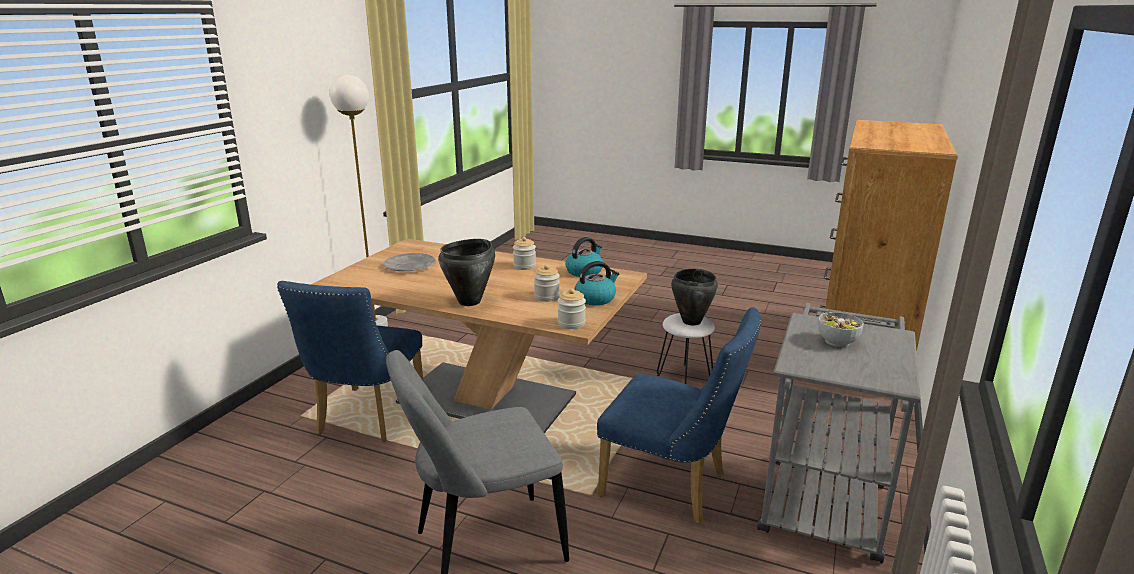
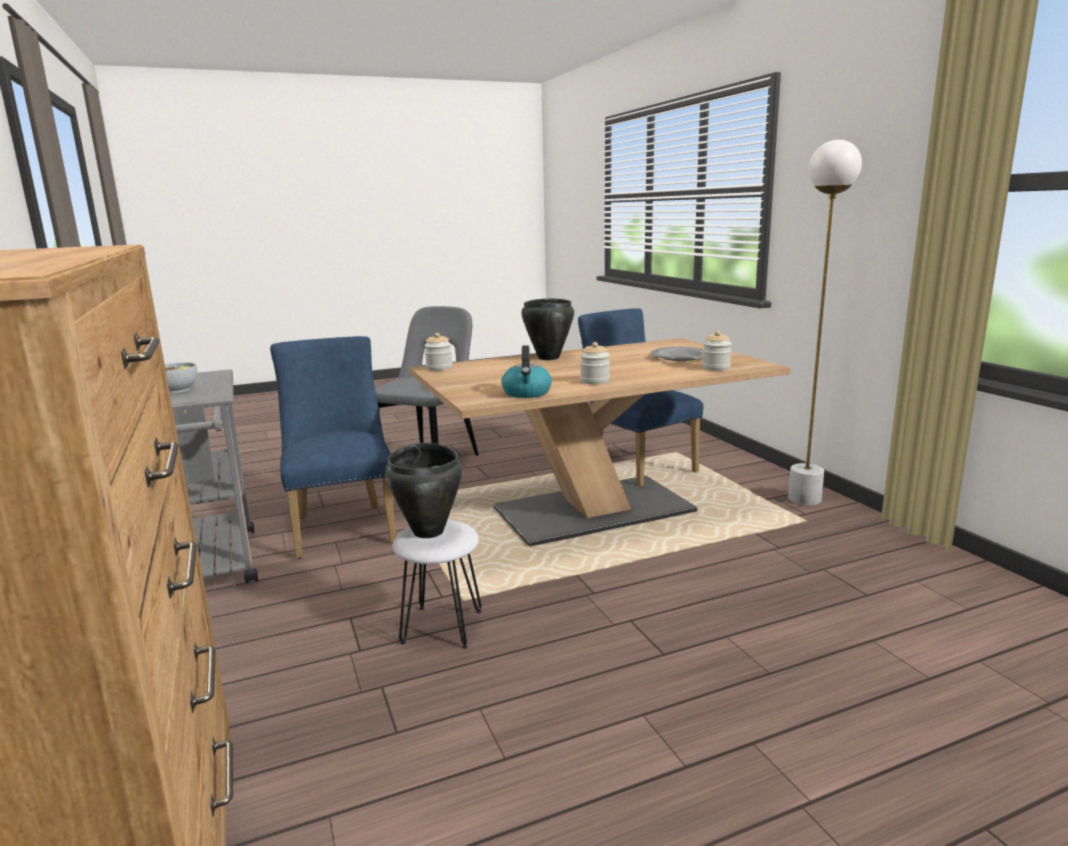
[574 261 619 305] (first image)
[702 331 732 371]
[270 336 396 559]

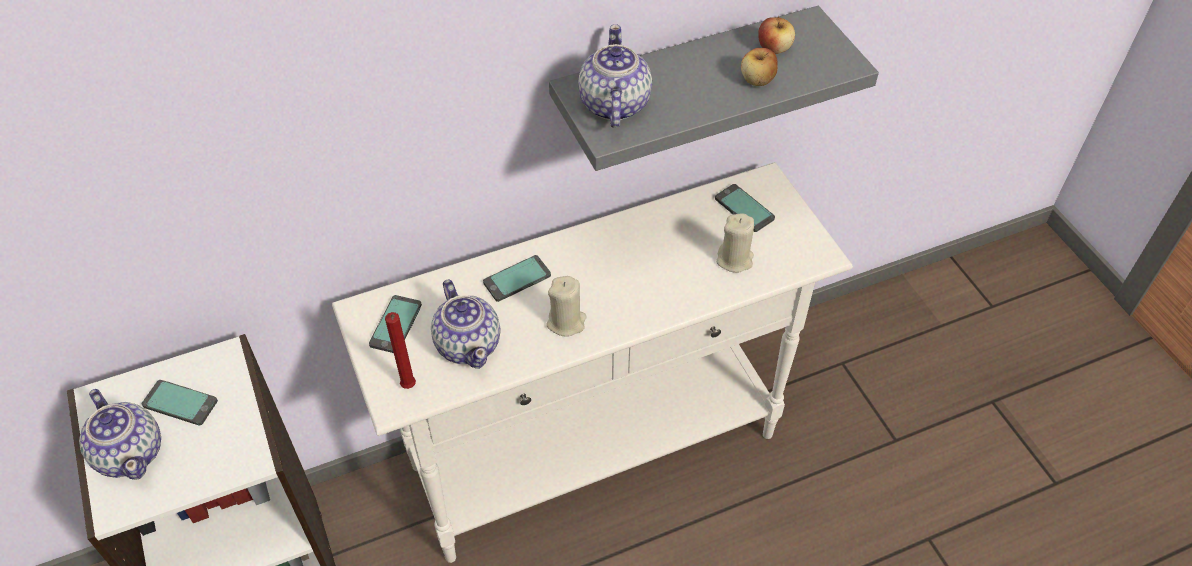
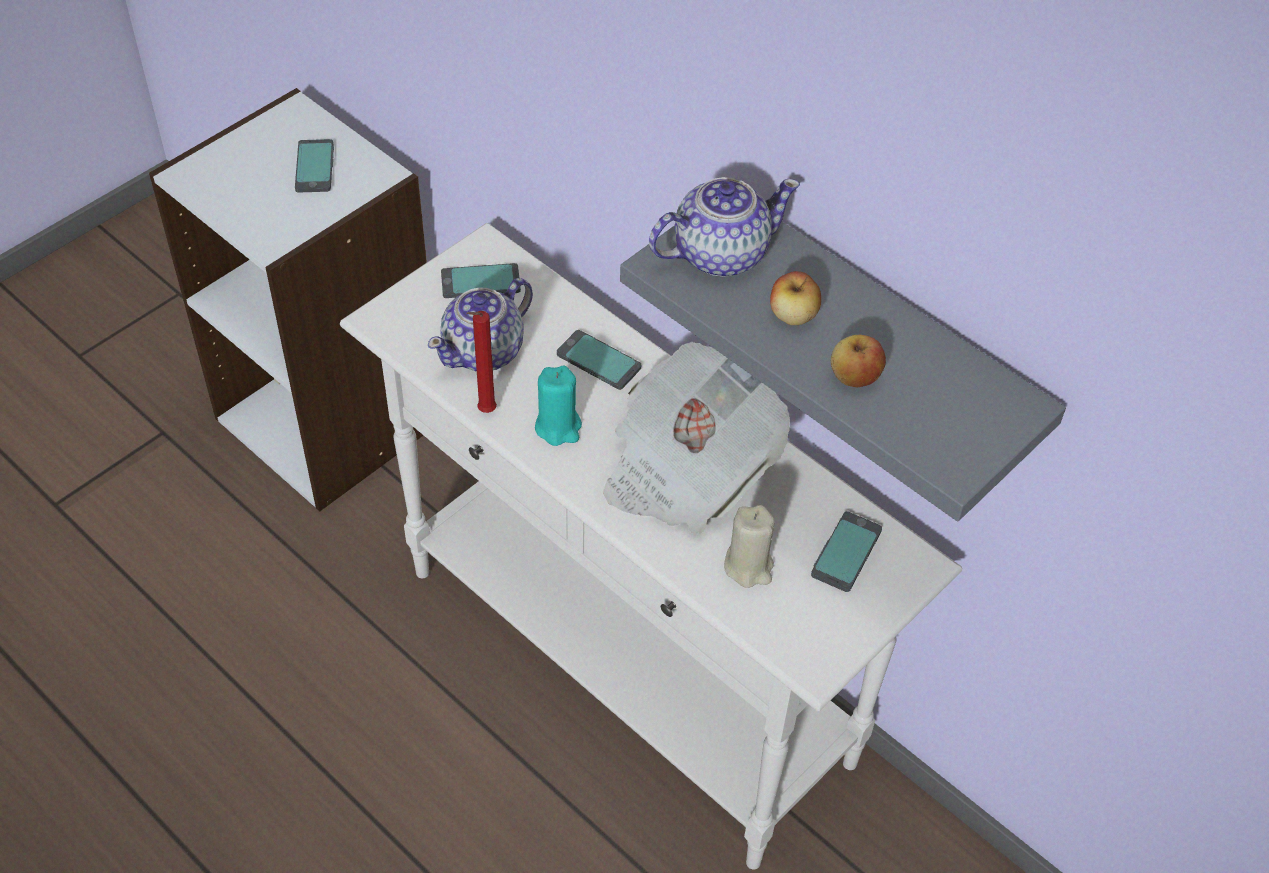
[79 389 161 480] (first image)
[603 342 790 533]
[466 311 497 413]
[770 271 821 325]
[535 365 582 446]

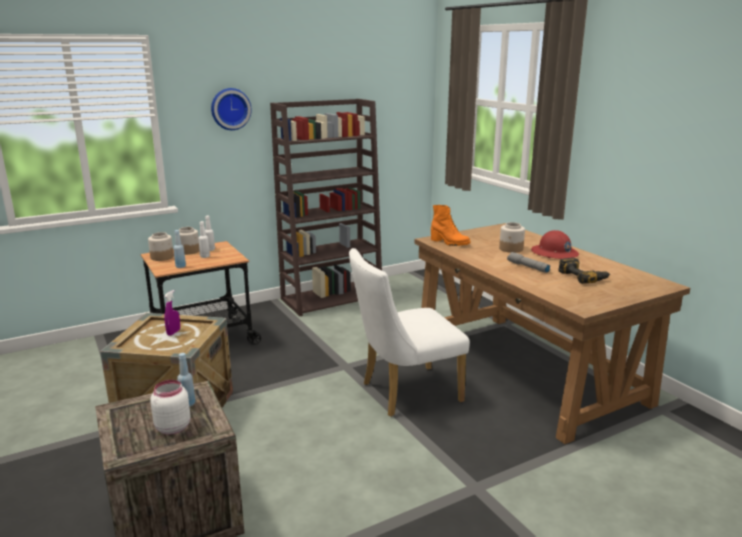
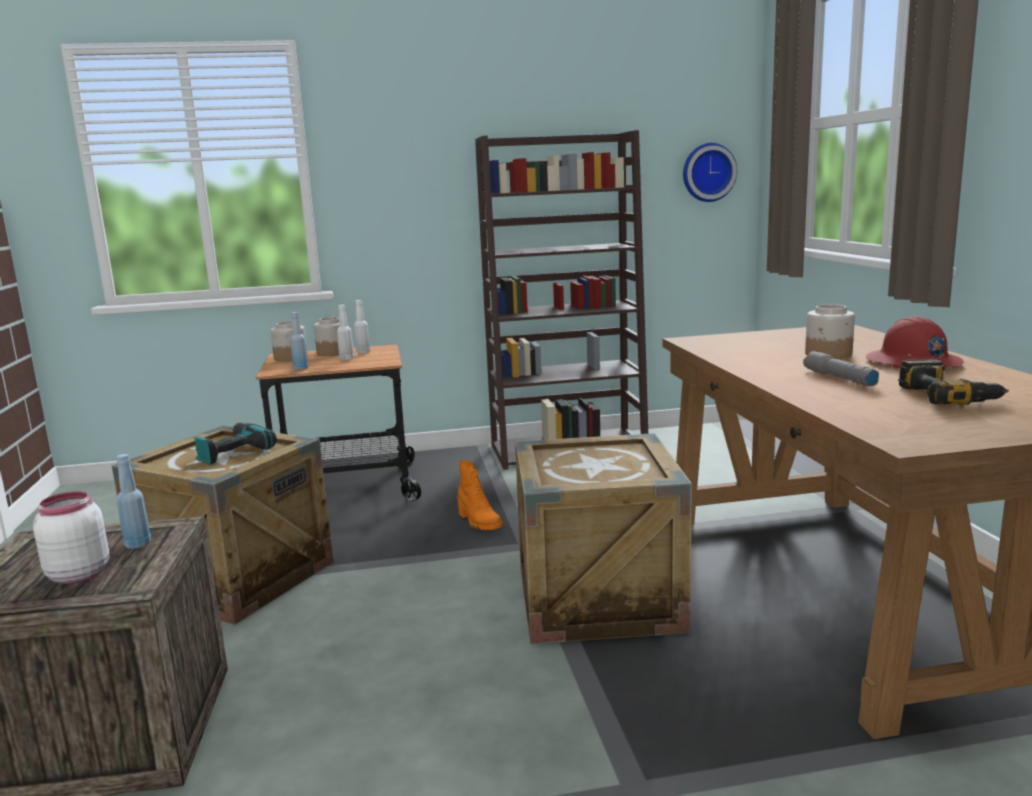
[683 143 737 202]
[458 461 502 530]
[193 423 277 465]
[515 433 692 644]

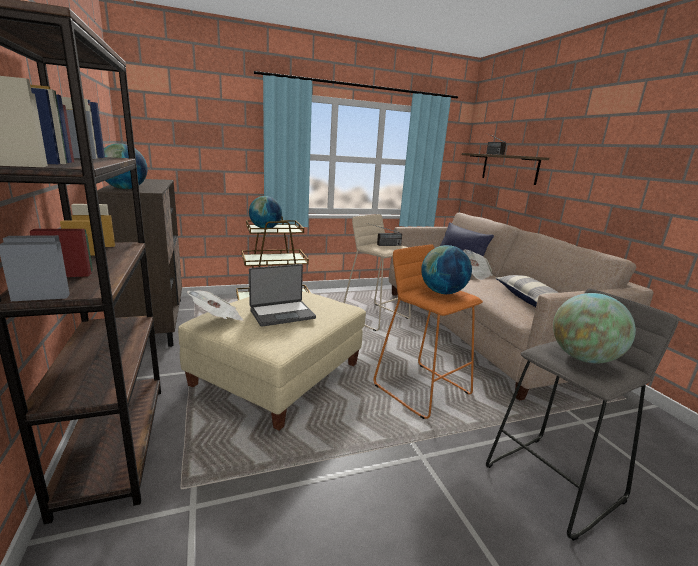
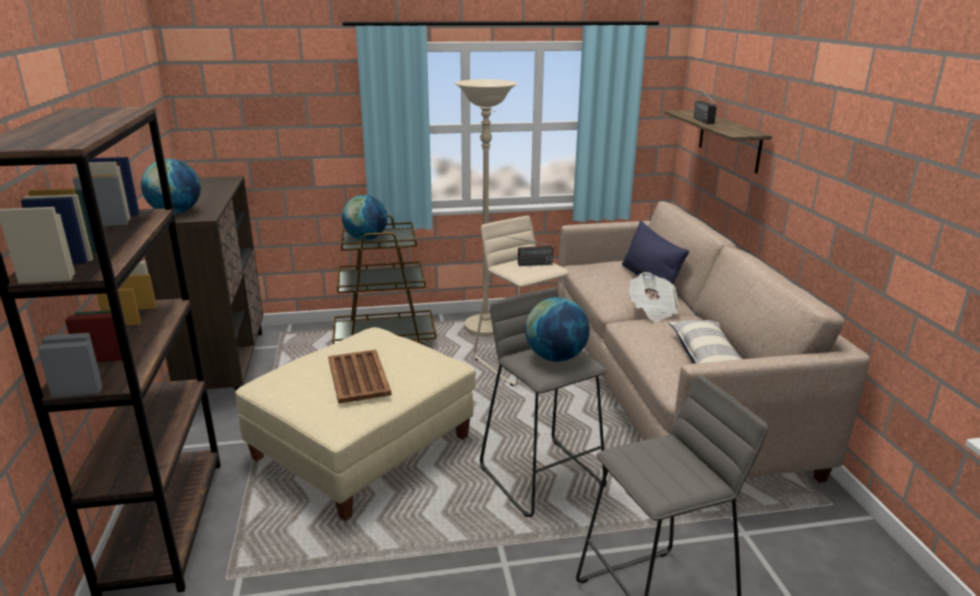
[187 290 243 321] (first image)
[553 293 636 364] (first image)
[455 79 517 336]
[328 350 391 404]
[480 287 607 517]

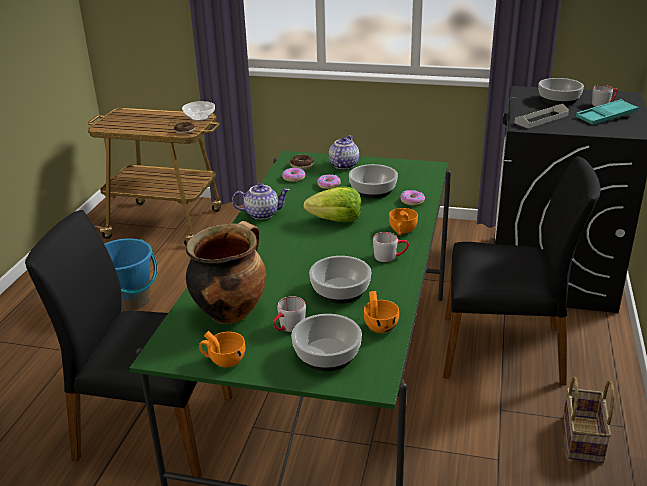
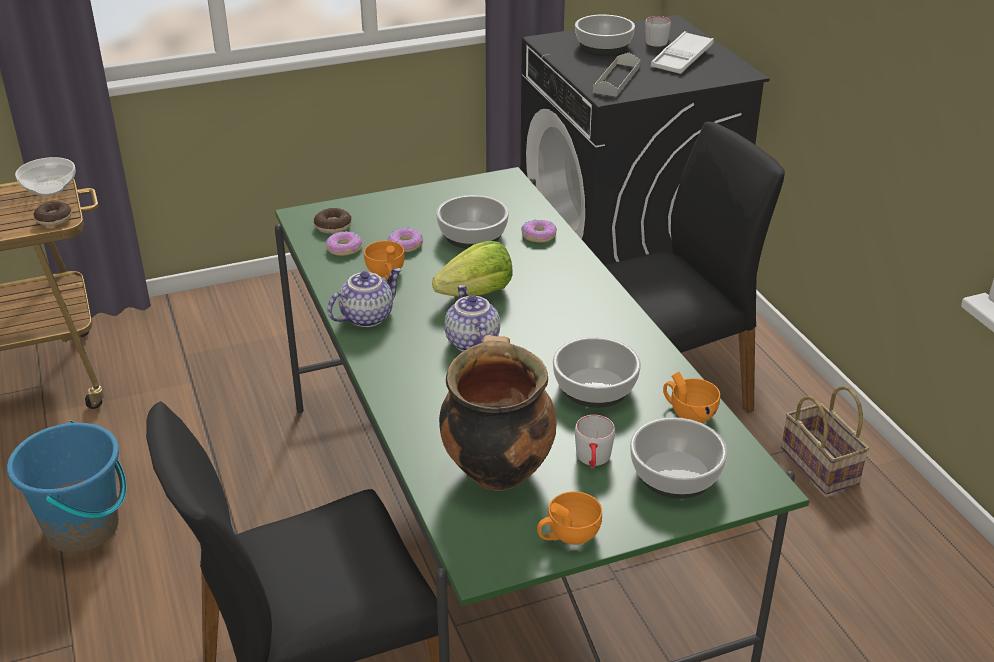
[373 232 409 262] (first image)
[444 285 500 351]
[364 241 405 280]
[651 31 714 74]

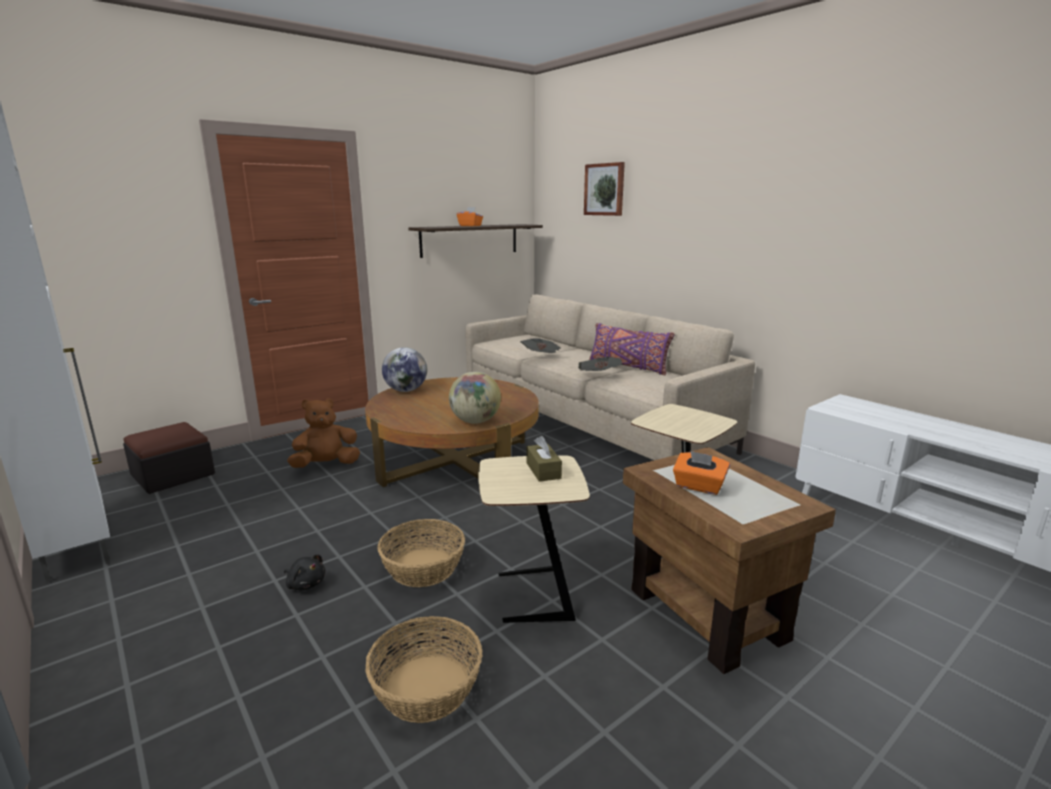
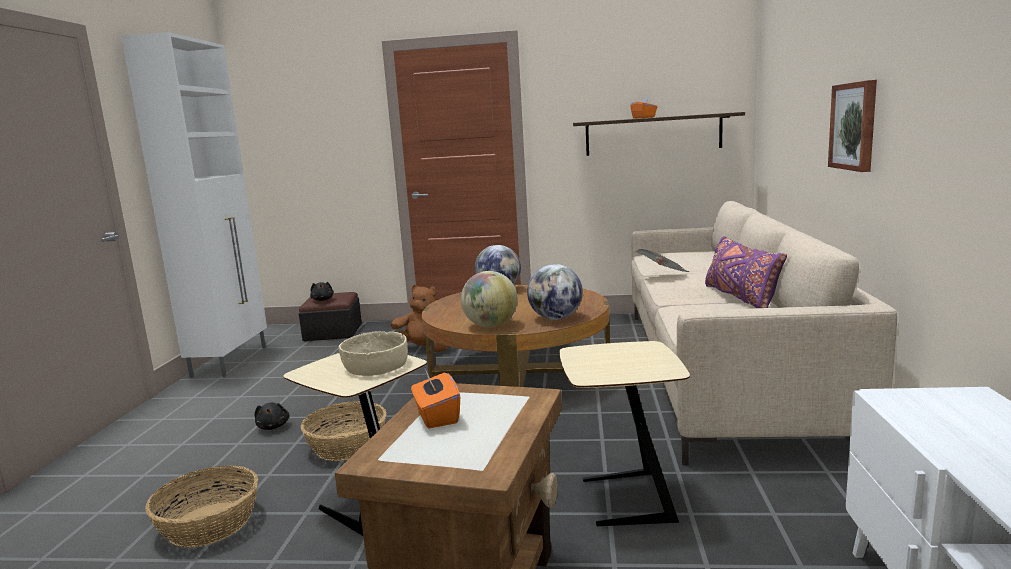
[578 357 623 371] (first image)
[310 282 334 301]
[527 264 583 320]
[828 80 877 172]
[339 331 408 376]

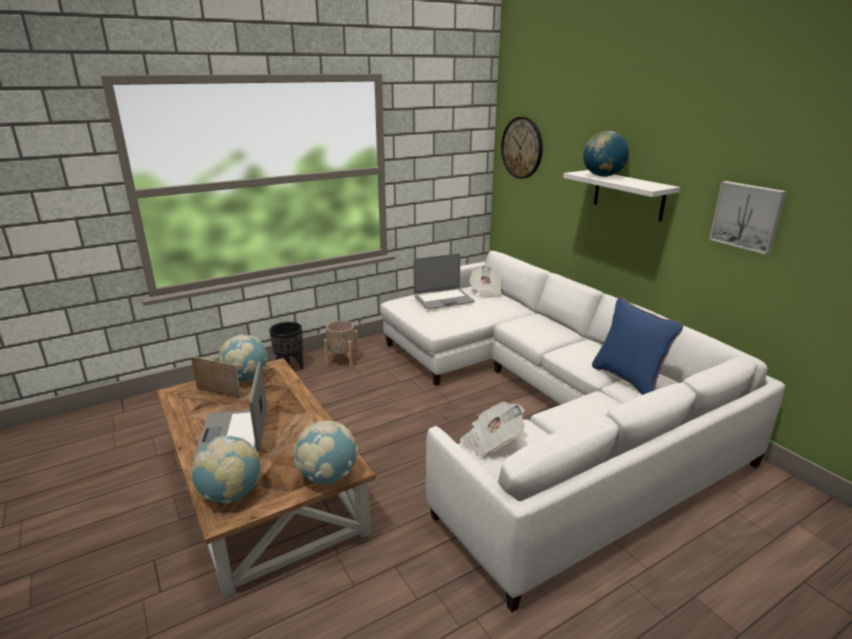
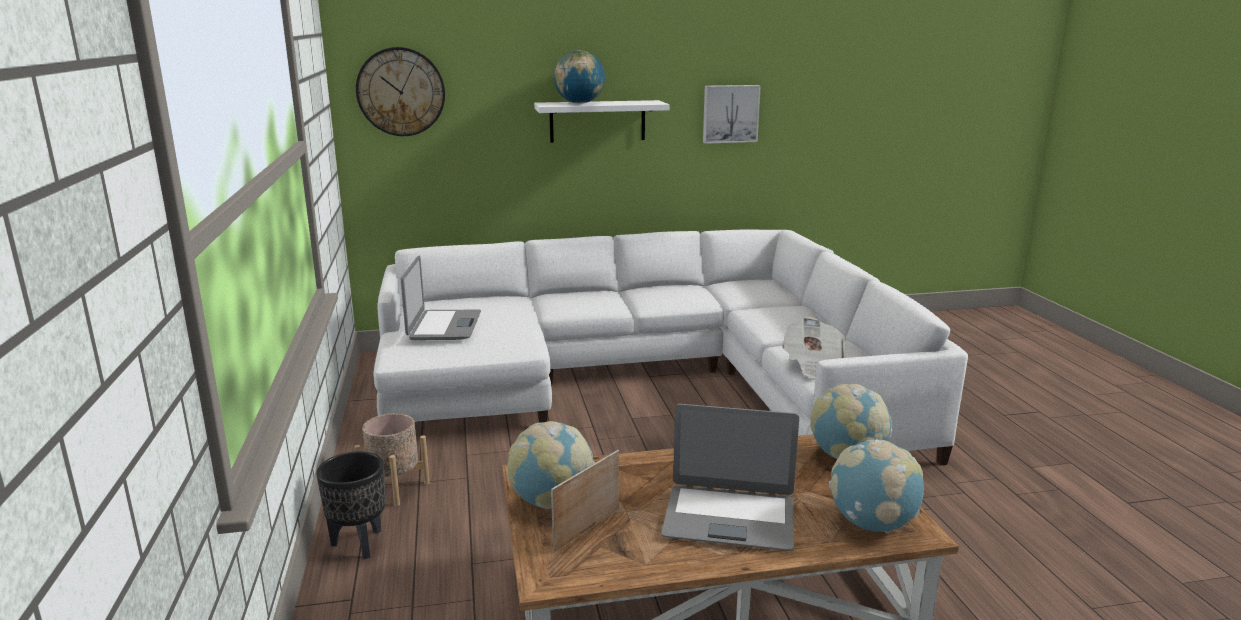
[469 266 504 298] (first image)
[592 297 683 395] (first image)

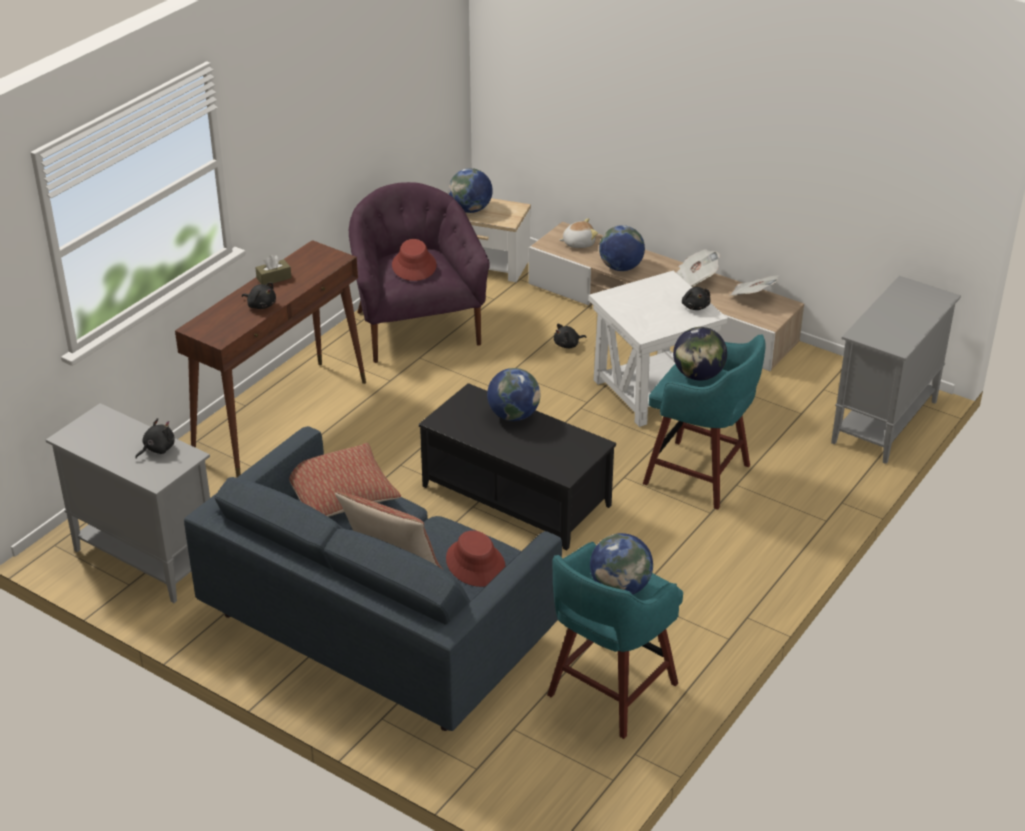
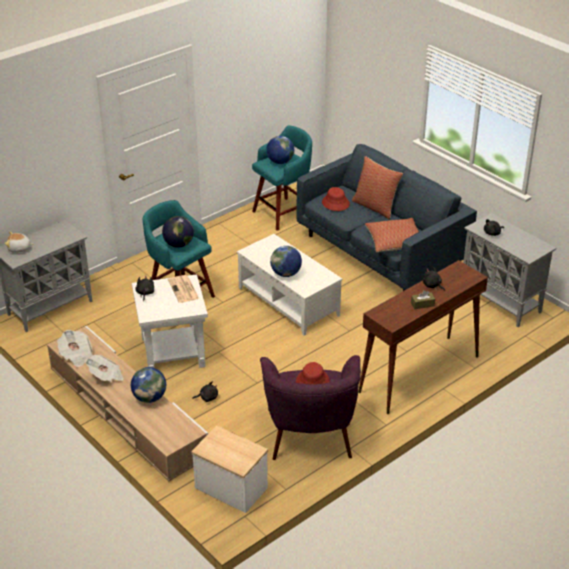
[448 168 493 213] (first image)
[168 275 199 303]
[5 232 34 253]
[237 234 342 336]

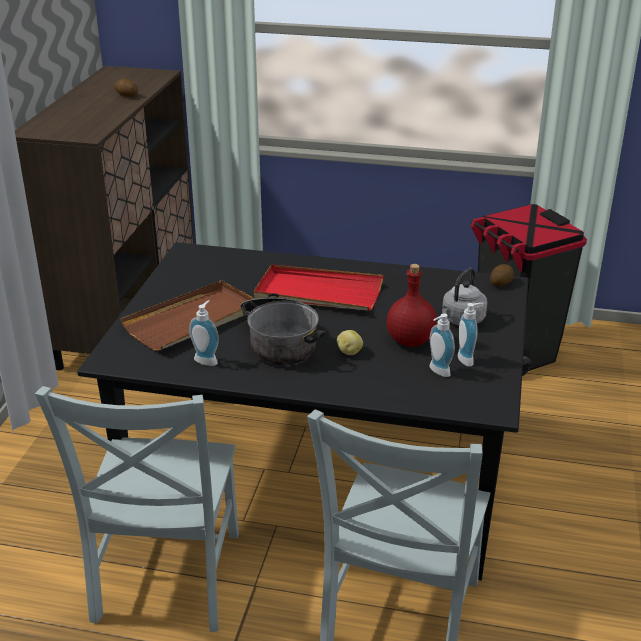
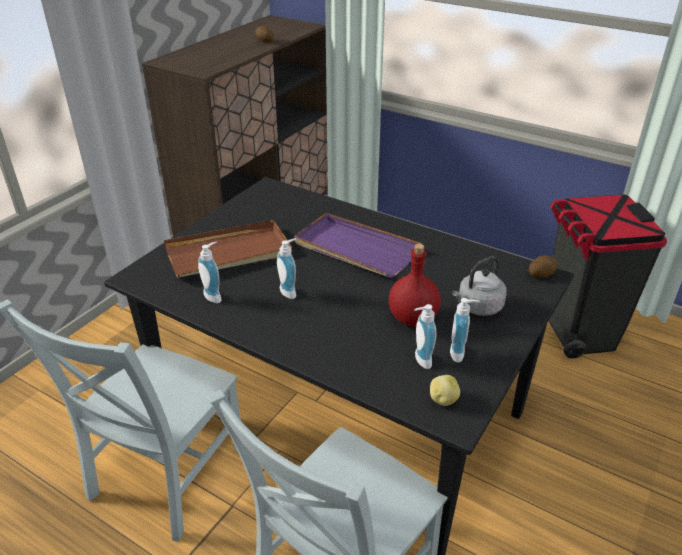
[430 375 460 406]
[277 238 297 299]
[294 213 422 278]

